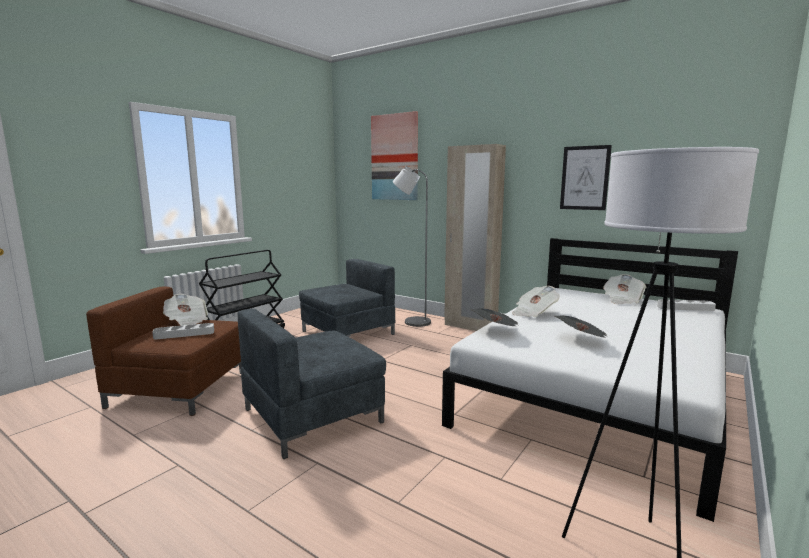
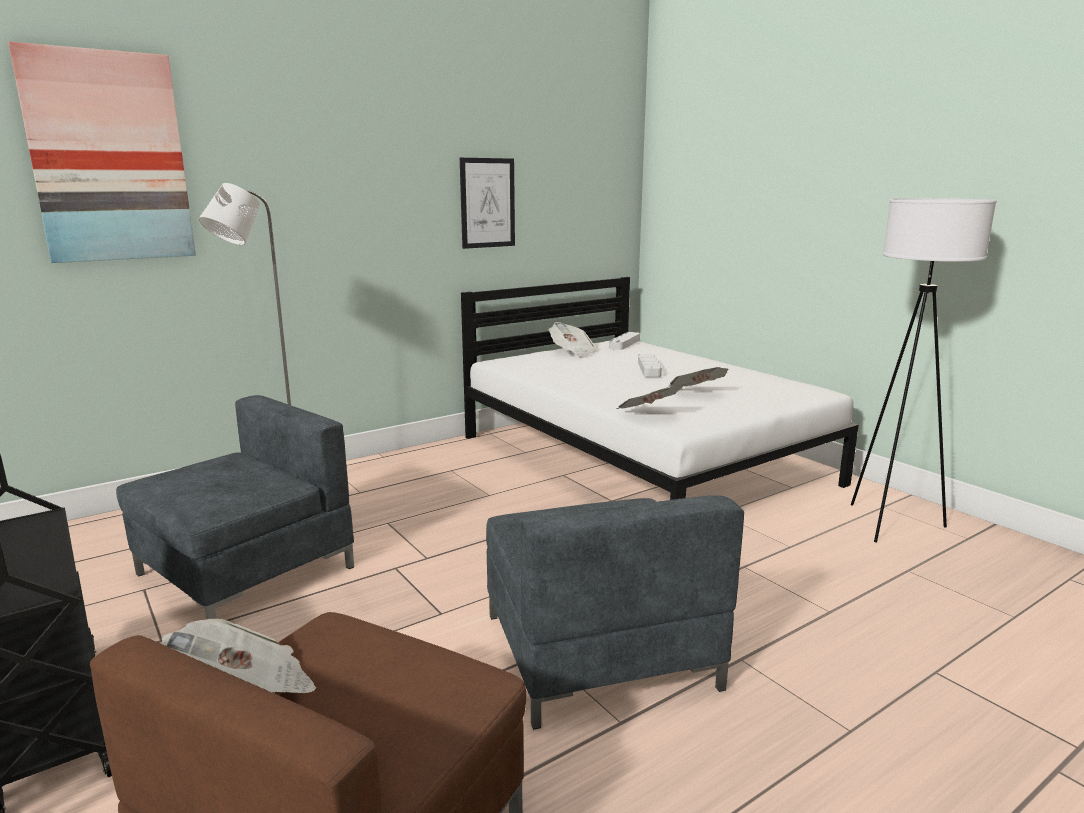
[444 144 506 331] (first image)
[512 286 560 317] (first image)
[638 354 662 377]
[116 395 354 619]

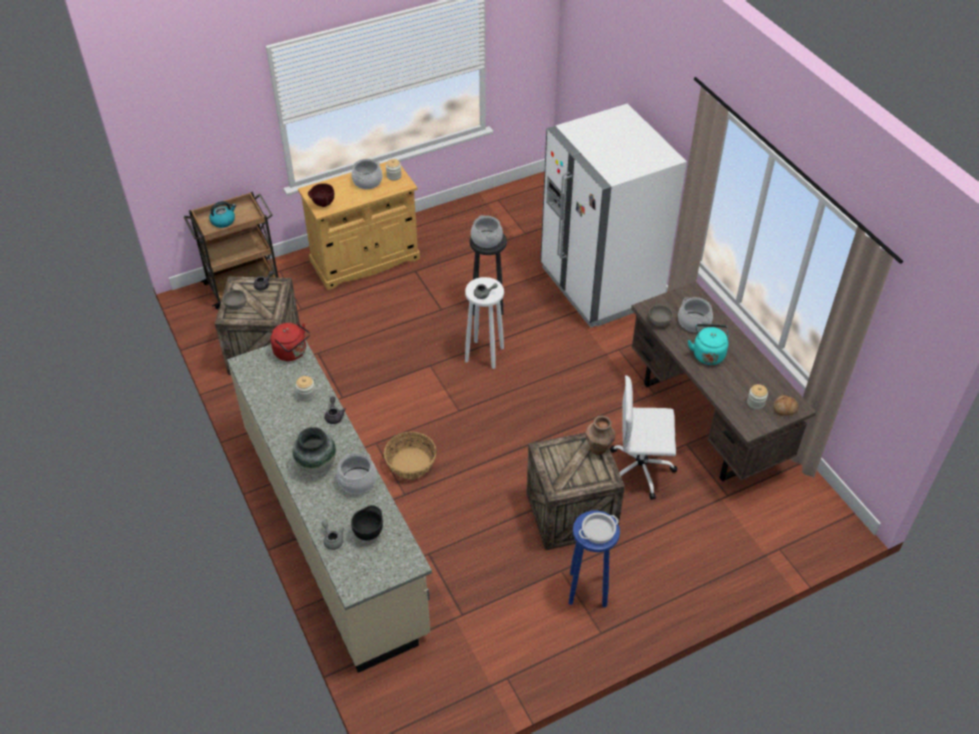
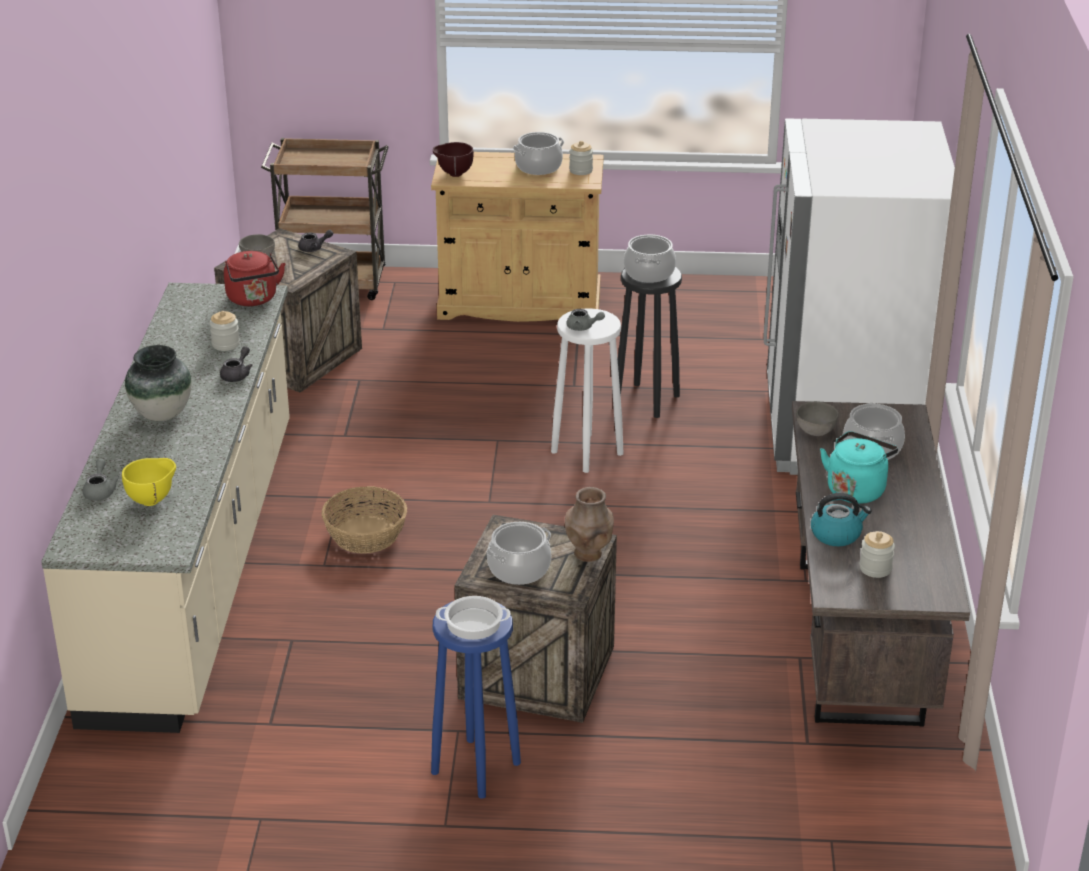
[610 375 677 500] (first image)
[773 395 798 415] (first image)
[811 493 872 546]
[487 522 551 585]
[122 458 176 506]

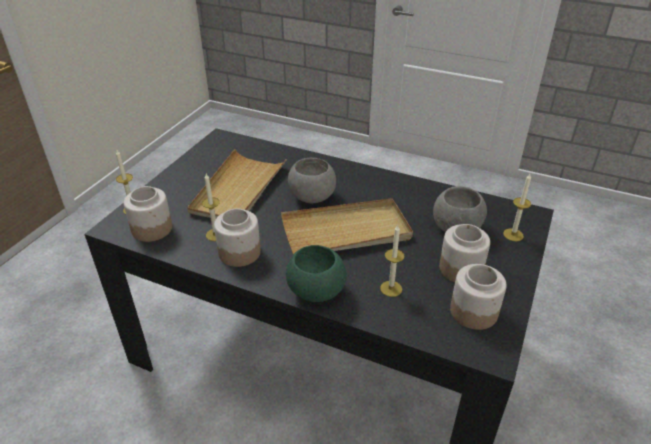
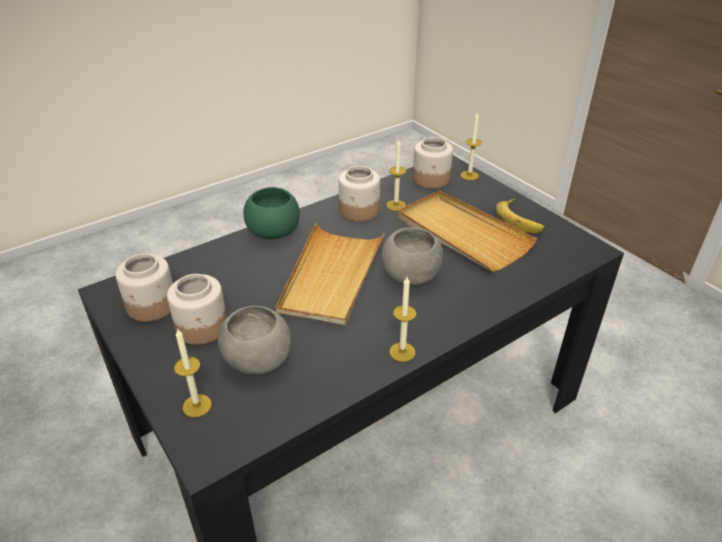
[496 198 545 233]
[390 277 416 362]

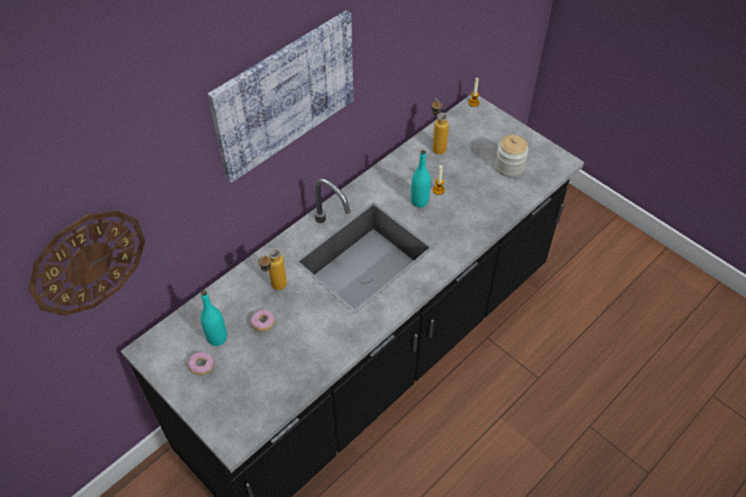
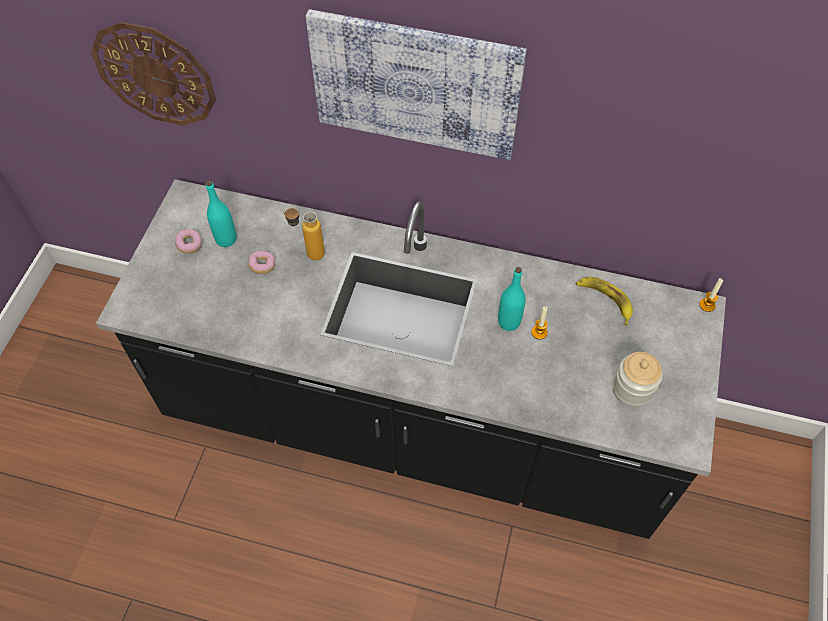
[576 277 633 325]

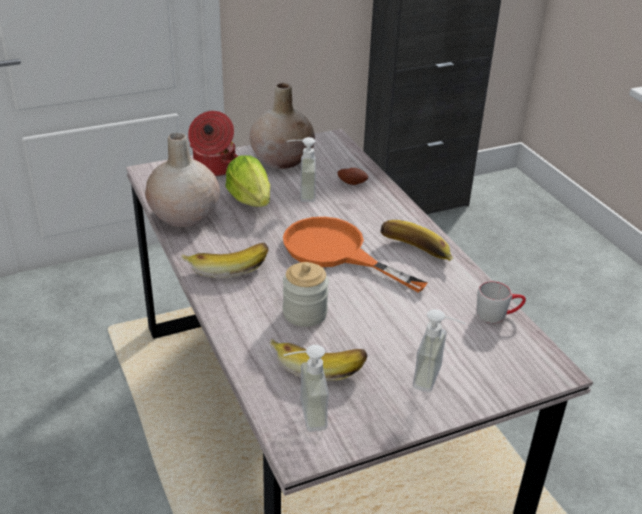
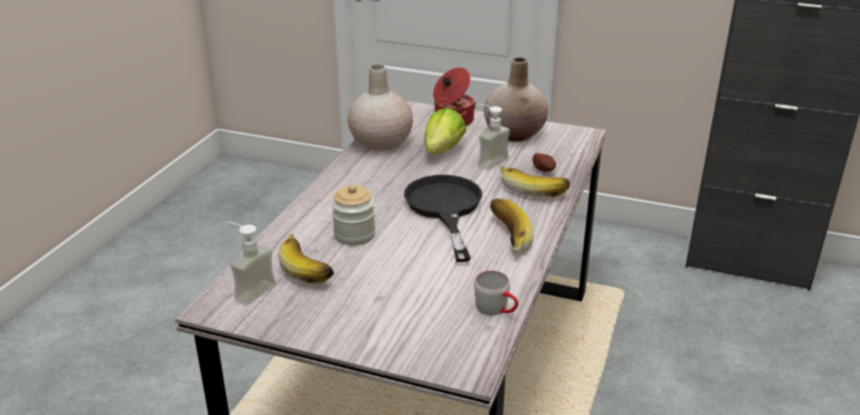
[413 309 466 392] (first image)
[499 165 570 198]
[404 175 482 262]

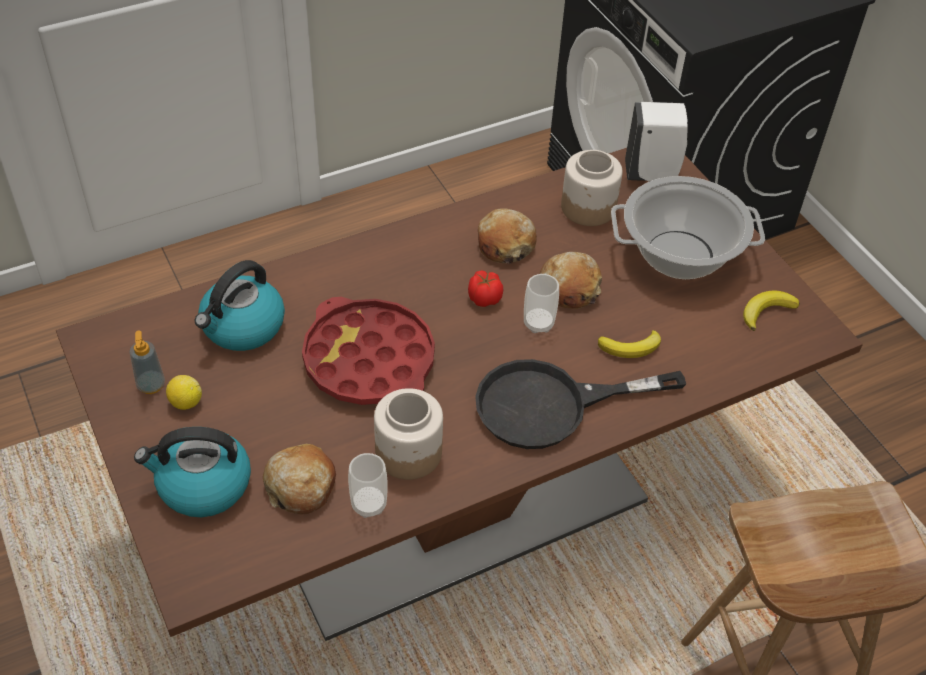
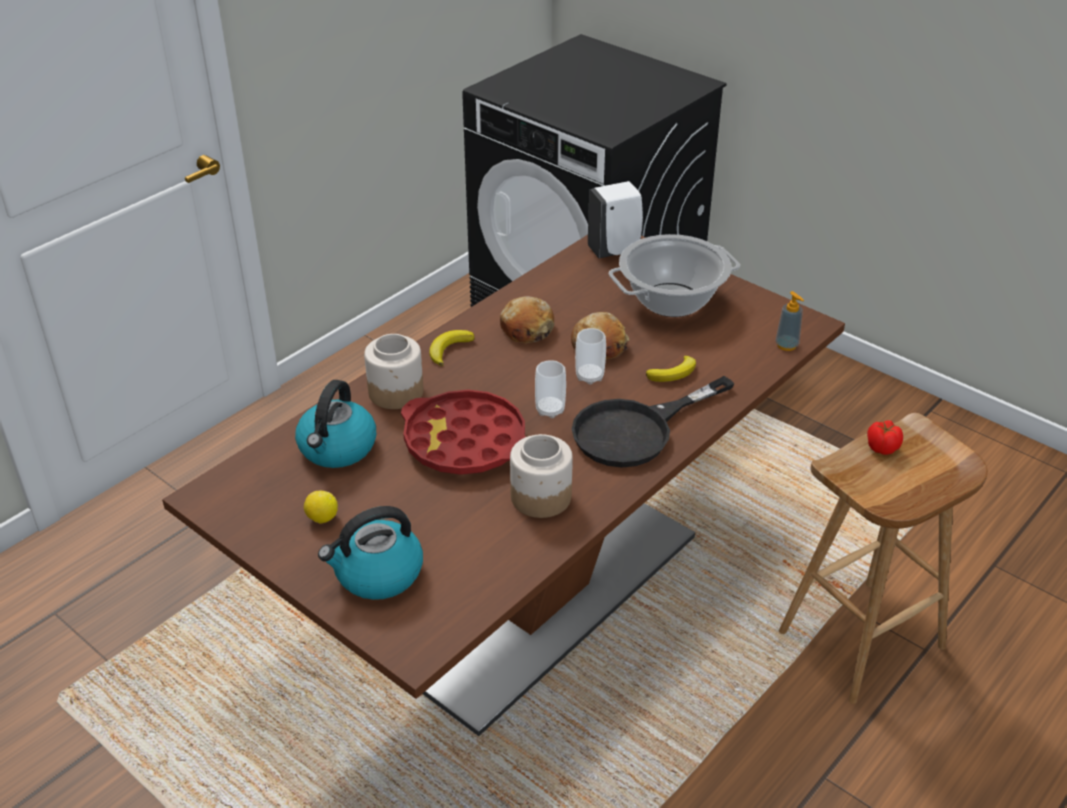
[263 444 336 515] (first image)
[776 291 804 351]
[535 360 566 418]
[867 420 903 455]
[364 334 424 409]
[430 330 475 366]

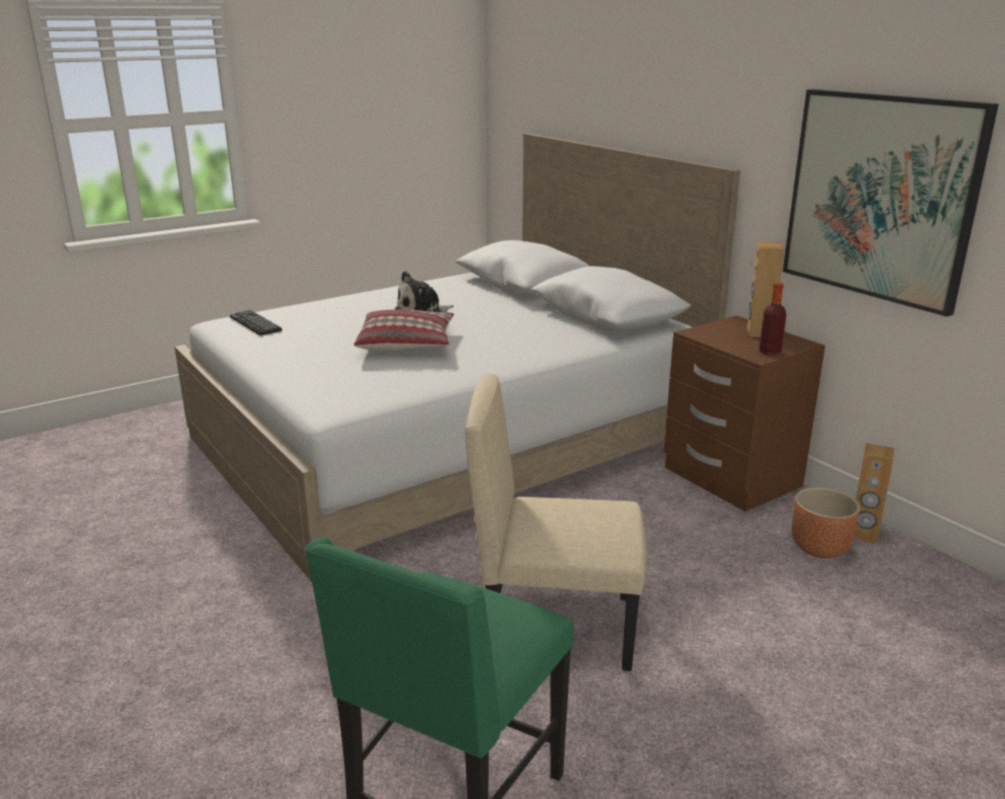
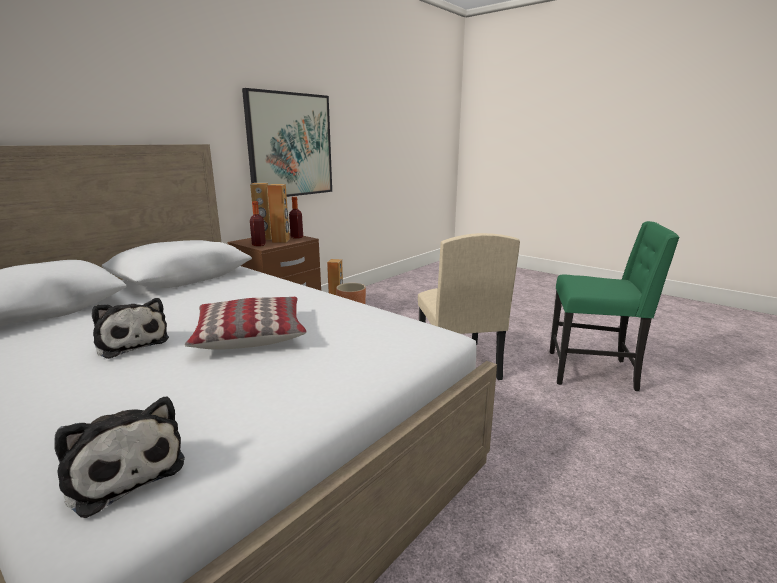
[250 201 266 246]
[267 184 290 243]
[54 397 185 518]

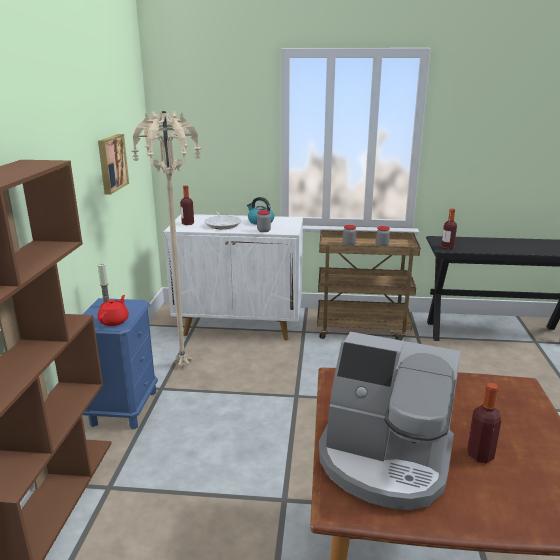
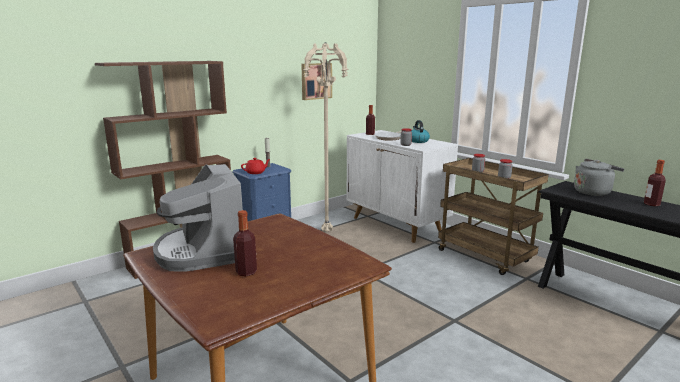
[574 159 624 196]
[644 160 666 206]

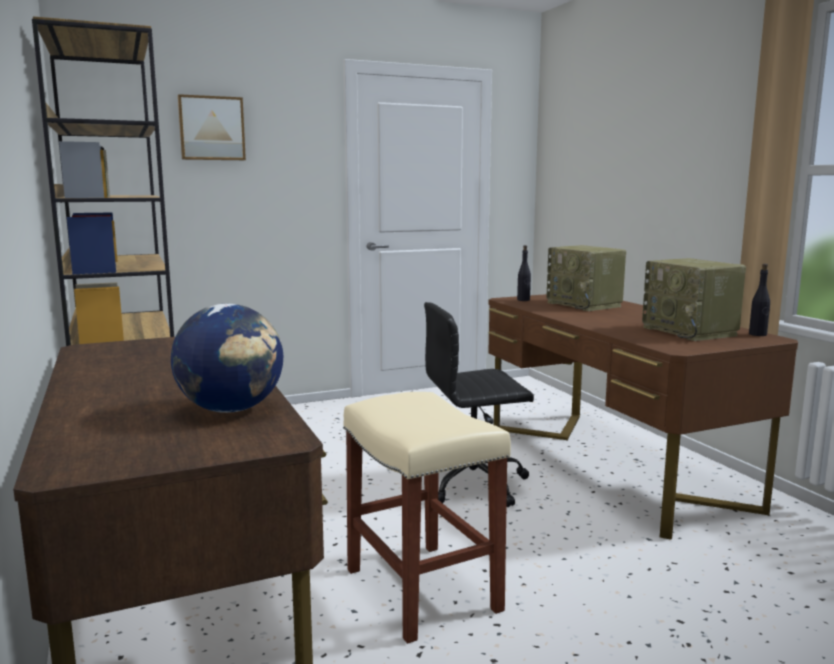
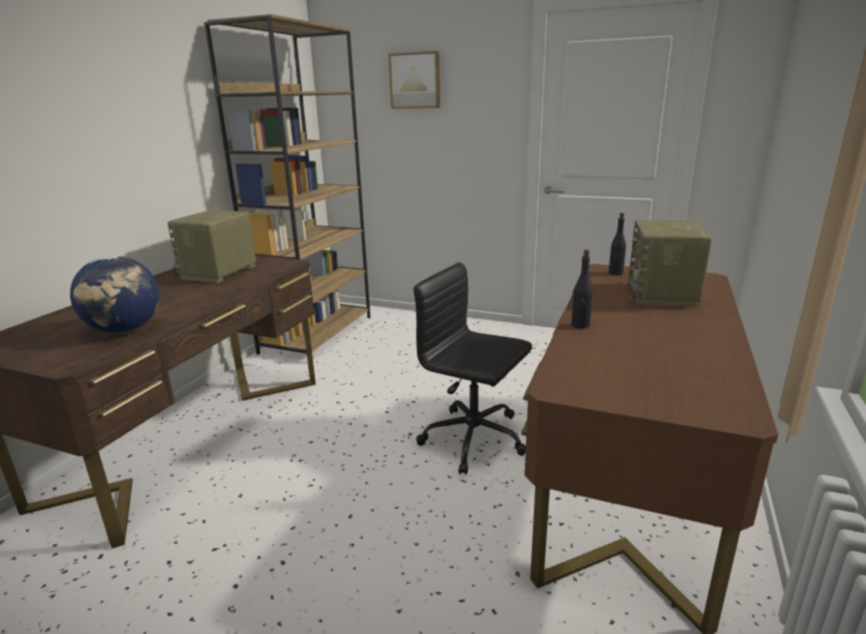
[343 392 511 644] (first image)
[168 210 256 283]
[571 249 593 329]

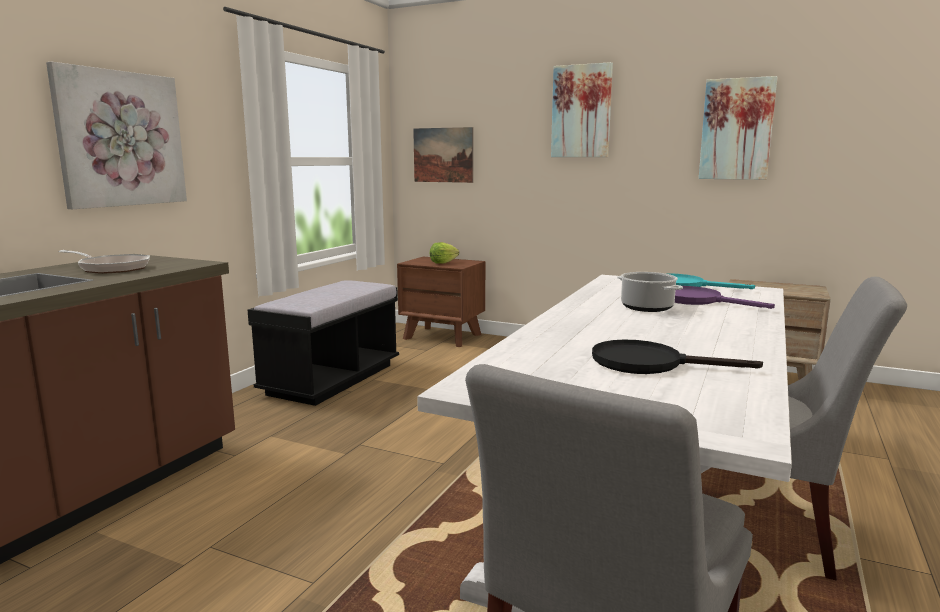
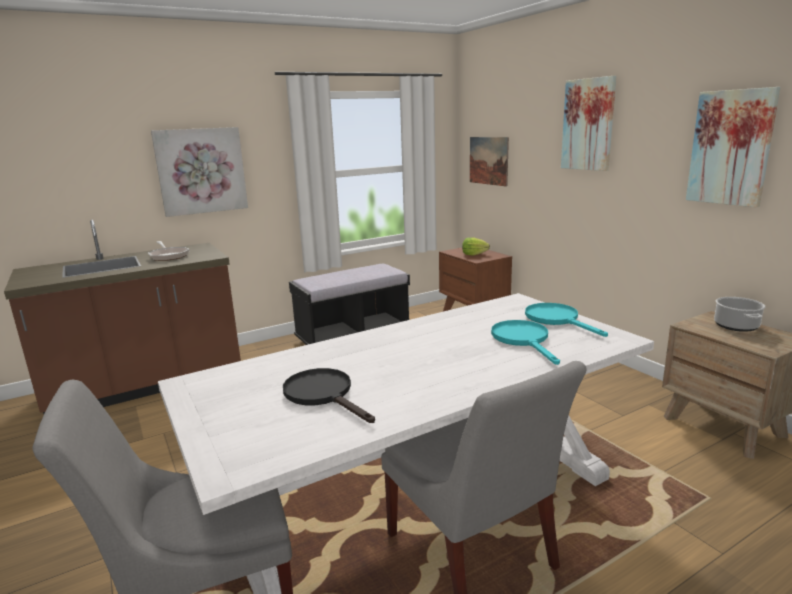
[714 297 765 332]
[491 320 560 365]

